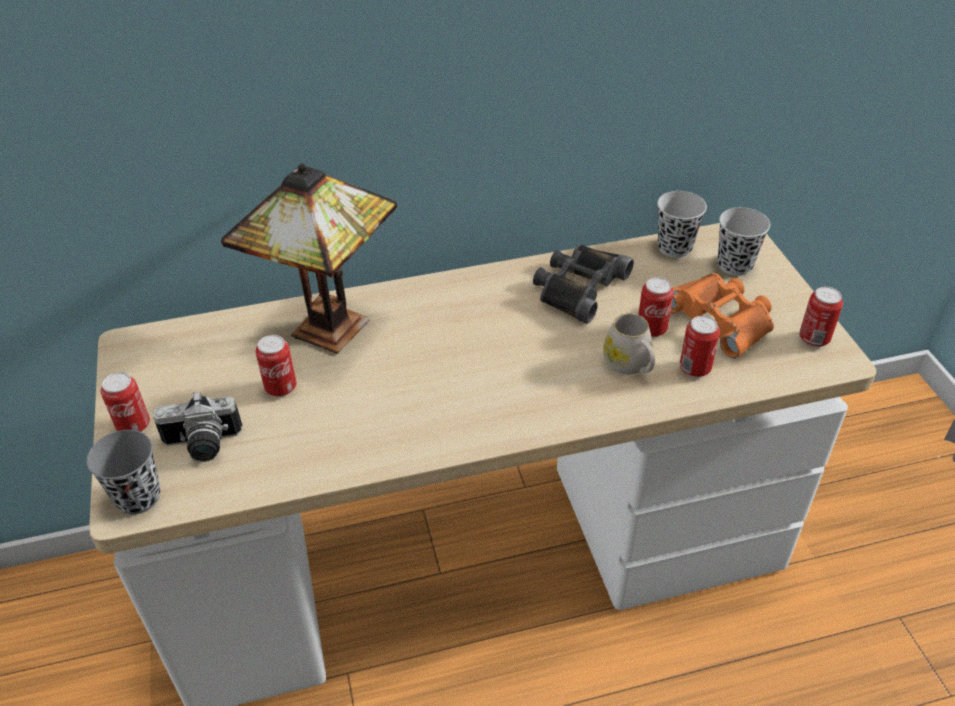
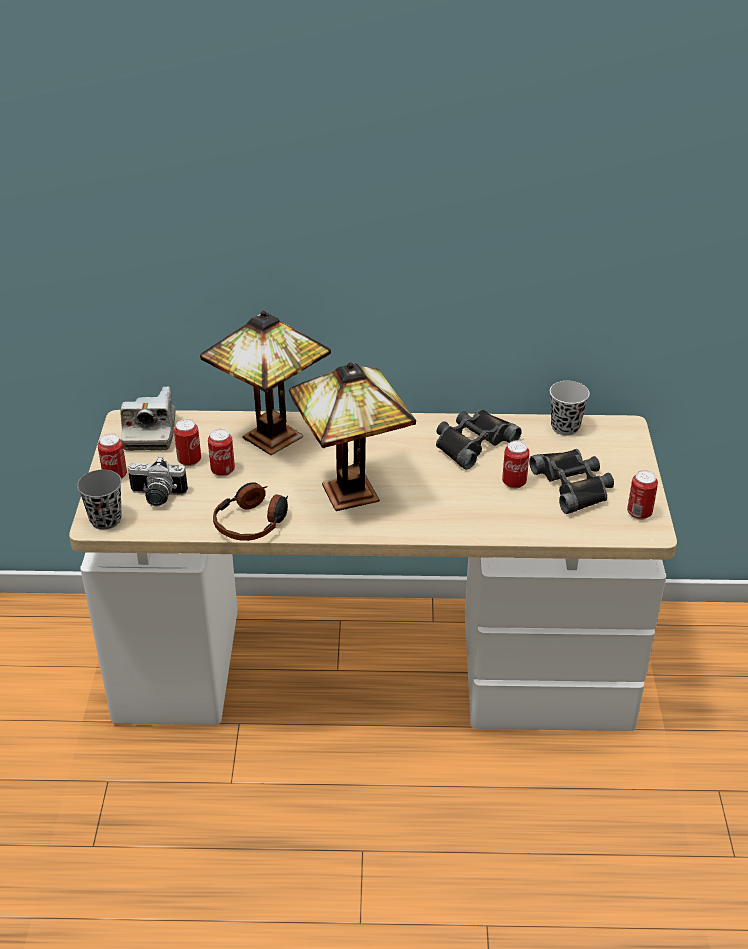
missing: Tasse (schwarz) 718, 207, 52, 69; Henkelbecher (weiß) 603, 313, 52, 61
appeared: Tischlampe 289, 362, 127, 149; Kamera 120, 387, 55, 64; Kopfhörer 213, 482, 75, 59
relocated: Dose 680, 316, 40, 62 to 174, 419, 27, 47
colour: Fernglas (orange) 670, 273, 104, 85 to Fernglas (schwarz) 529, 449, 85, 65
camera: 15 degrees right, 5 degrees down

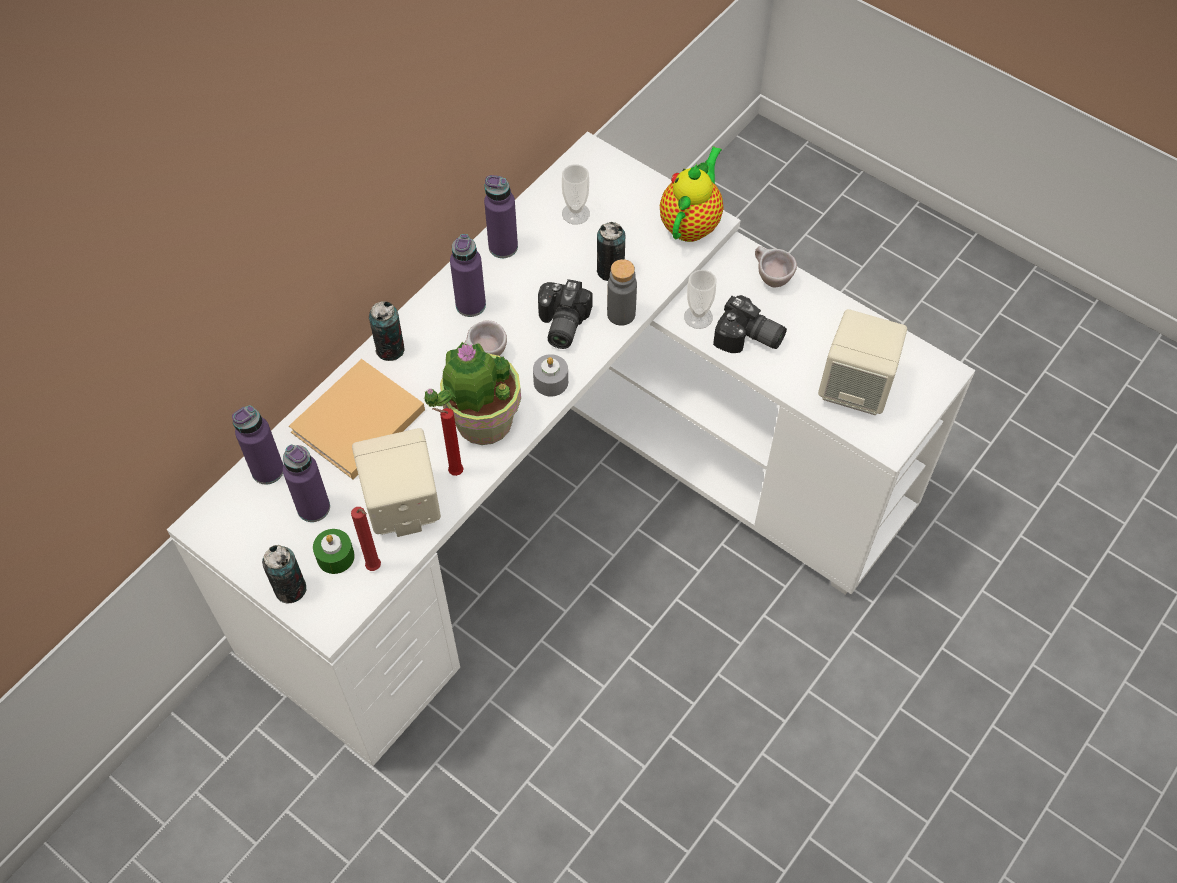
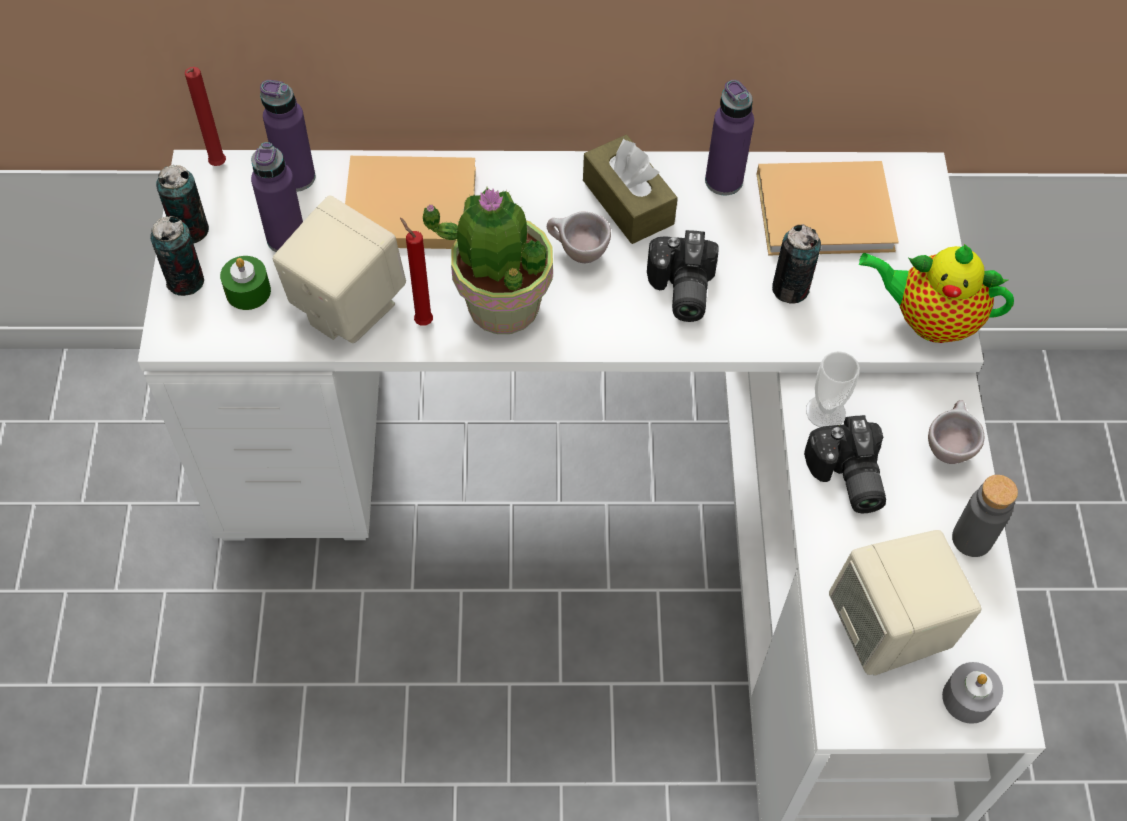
relocated: Flasche (grau) 607, 259, 30, 67 to 952, 475, 66, 82; Dose 369, 301, 36, 60 to 156, 165, 53, 79; Kerze (grau) 533, 354, 35, 42 to 942, 662, 61, 62; Kerze (rot) 351, 507, 30, 64 to 185, 67, 41, 99
exchanged: Tasse 562, 164, 28, 61 to Buch (beige) 757, 161, 142, 94; Flasche (lila) 450, 234, 36, 83 to Taschentuchbox (braun) 583, 135, 95, 109
spun: Teekanne 660, 146, 63, 96 = 859, 244, 155, 99 150 degrees counterclockwise; Kamera 538, 279, 55, 70 = 647, 230, 72, 92 60 degrees counterclockwise
camera: 50 degrees right, 0 degrees up

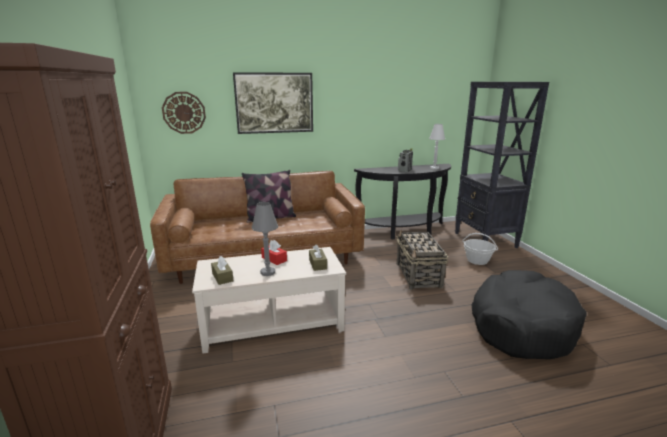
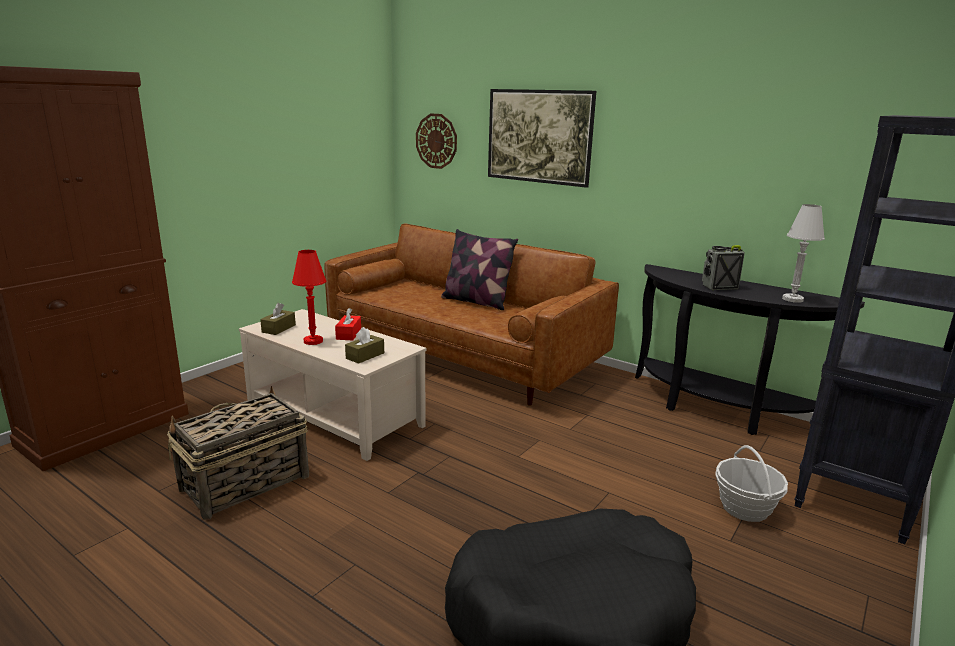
relocated: Korb 396, 230, 52, 60 to 167, 386, 142, 134
colour: Tischlampe (grau) 252, 202, 26, 74 to Tischlampe (rot) 292, 250, 34, 95
camera: 50 degrees right, 0 degrees up

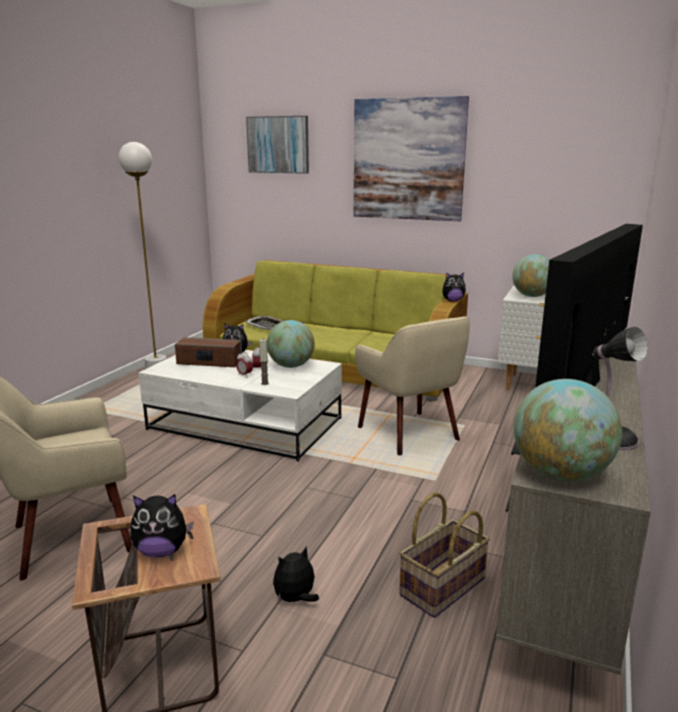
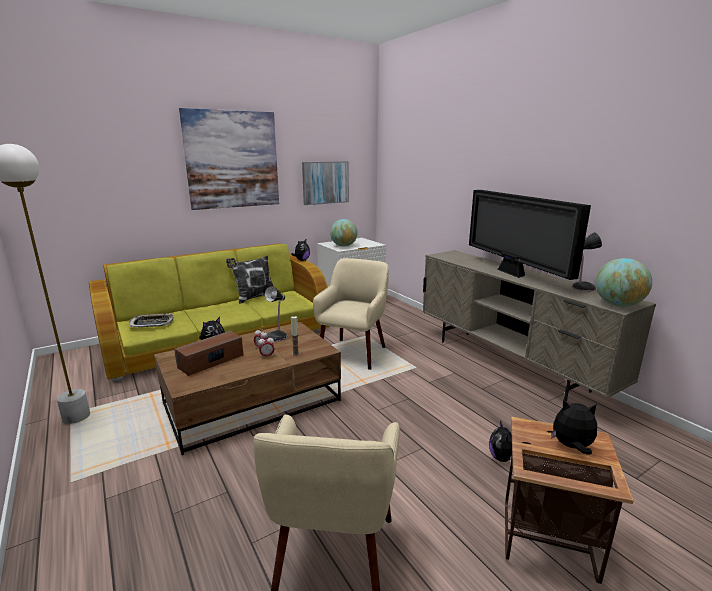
missing: Korb 399, 493, 91, 125
appeared: Kissen 226, 256, 48, 48
relocated: Bild 246, 116, 63, 58 to 302, 161, 47, 44
exchanged: Globus 267, 320, 48, 48 to Tischlampe 265, 286, 22, 56
colour: Couchtisch (weiß) 138, 350, 204, 112 to Couchtisch (braun) 154, 322, 187, 133
spun: Sessel (beige) 355, 317, 115, 138 = 313, 258, 76, 112 75 degrees counterclockwise; Plüschtier 131, 494, 63, 64 = 551, 399, 46, 56 105 degrees counterclockwise
camera: 55 degrees left, 0 degrees up

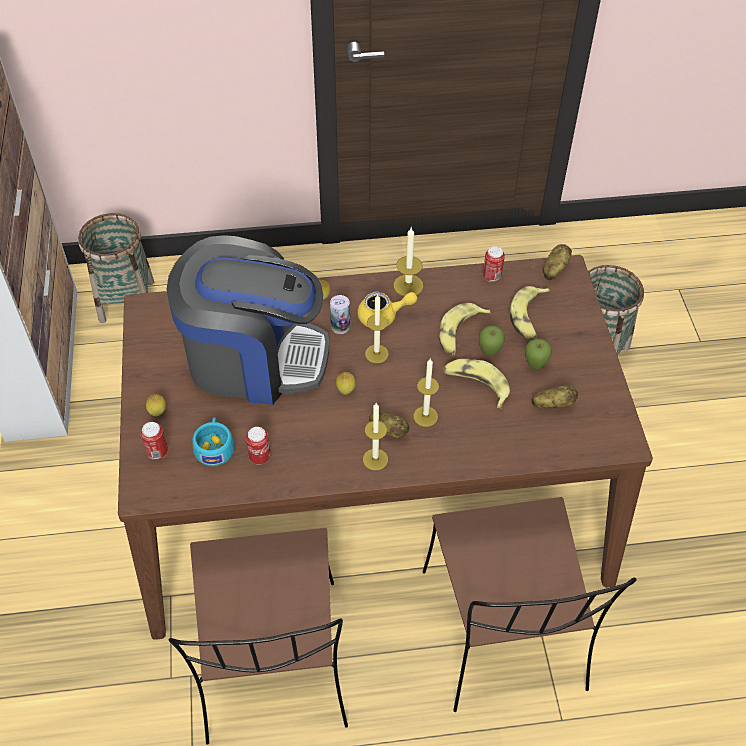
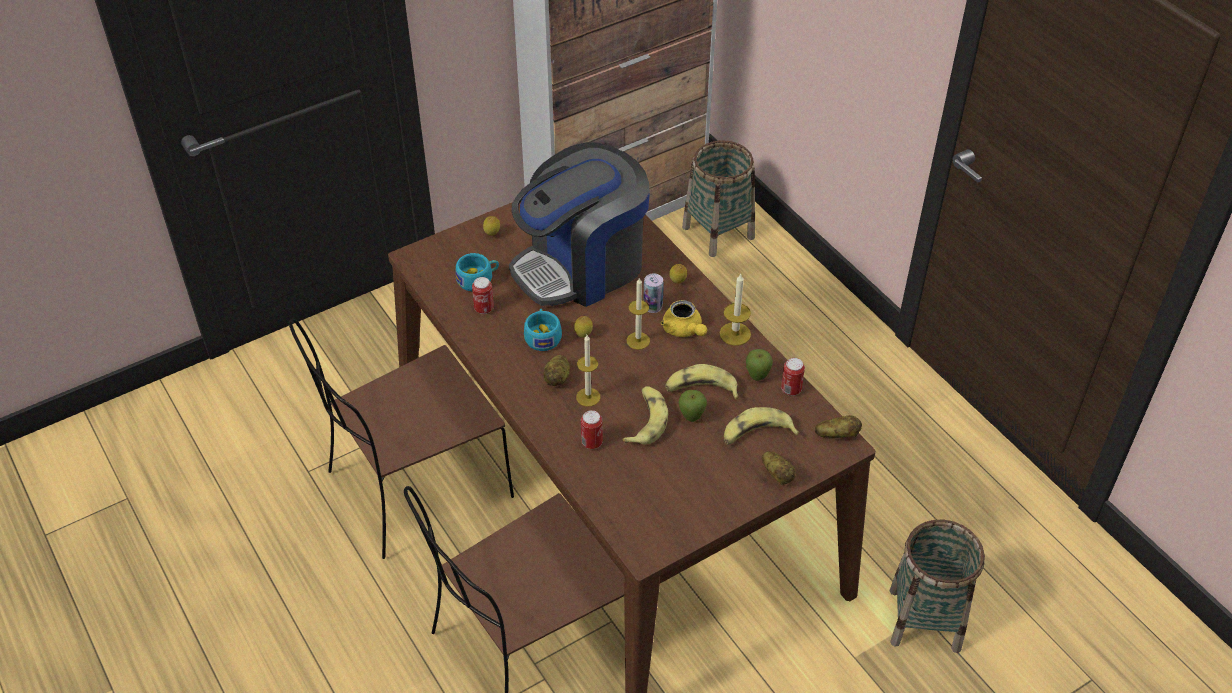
missing: Kerze 363, 403, 25, 67
appeared: Tasse (türkis) 524, 309, 38, 42
relocated: Apfel 525, 339, 27, 30 to 746, 349, 27, 32; Kartoffel 532, 385, 46, 23 to 762, 451, 34, 34; Dose 140, 422, 28, 38 to 581, 410, 22, 39
spun: Kaffeemaschine 166, 235, 163, 170 = 509, 142, 141, 165 75 degrees clockwise
camera: 65 degrees right, 5 degrees down

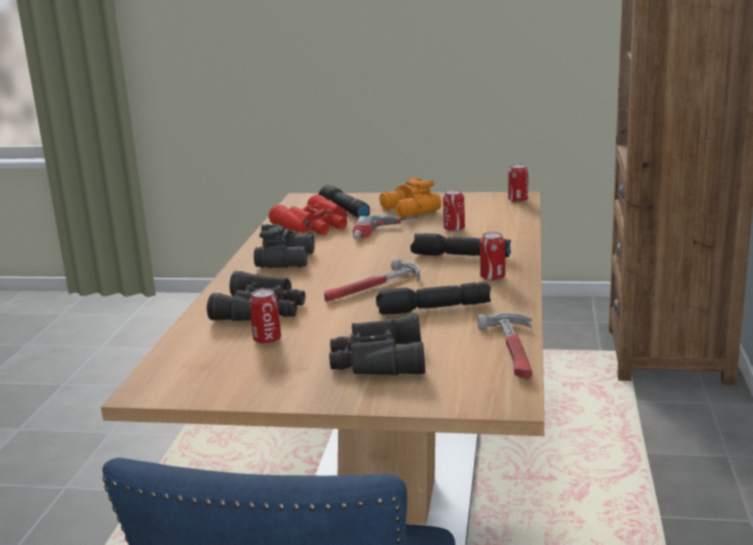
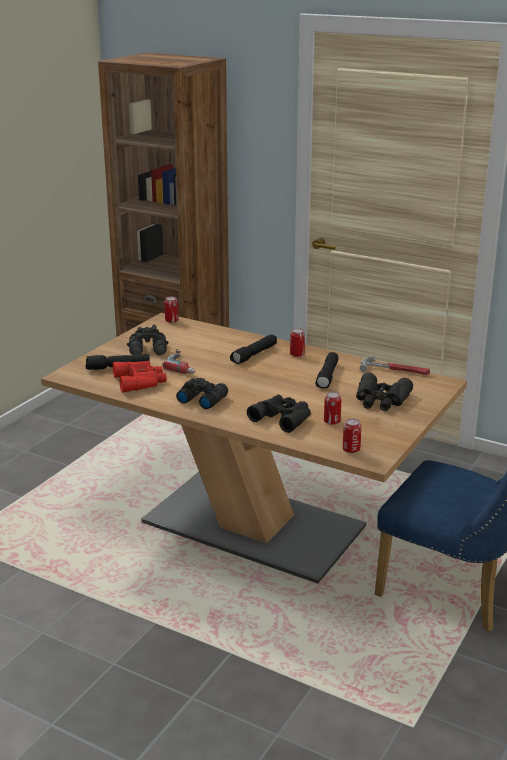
missing: Hammer 324, 258, 96, 44
relocated: Dose 443, 190, 22, 42 to 343, 418, 18, 35
colour: Fernglas (orange) 379, 177, 62, 41 to Fernglas (schwarz) 127, 325, 42, 30
camera: 70 degrees left, 5 degrees up

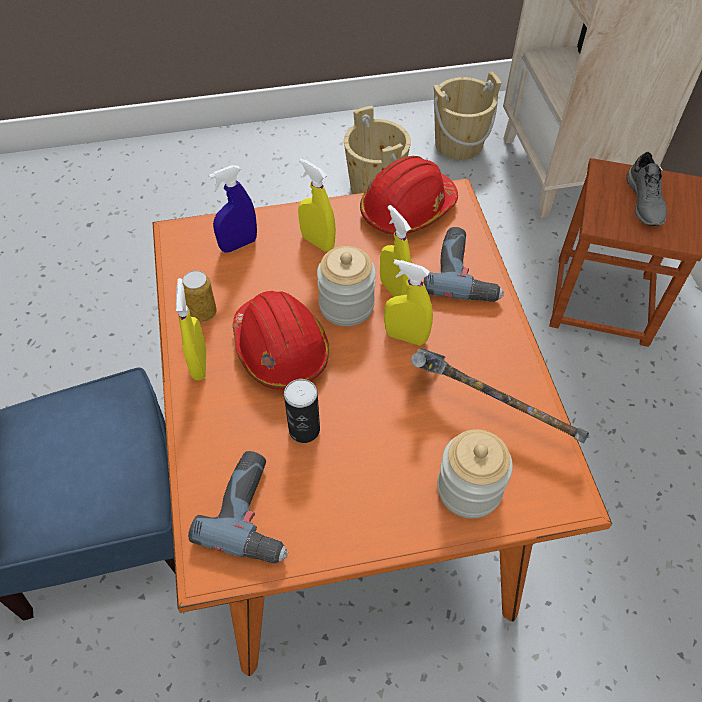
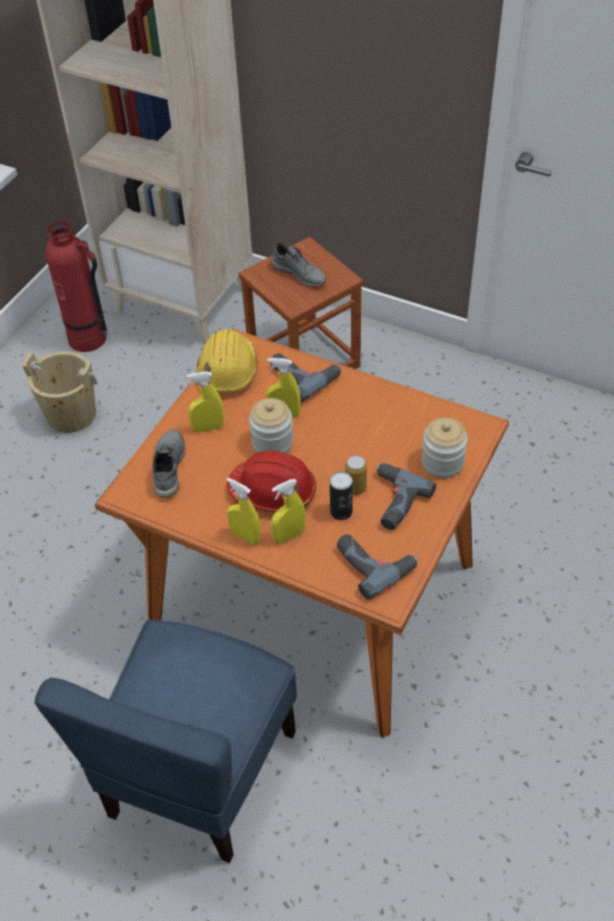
missing: Hammer 411, 348, 178, 95
appeared: Bohrmaschine 376, 463, 60, 67
relocated: Sprühflasche (gelb) 384, 259, 49, 87 to 271, 479, 34, 65; Dose 183, 271, 34, 51 to 345, 455, 22, 40
exchanged: Eimer (beige) 434, 72, 67, 88 to Feuerlöscher 46, 221, 61, 131; Sprühflasche (blau) 208, 165, 49, 87 to Schuh (grau) 152, 429, 34, 69
colour: Schutzhelm (rot) 360, 156, 98, 78 to Schutzhelm (gelb) 197, 329, 61, 64
camera: 50 degrees left, 5 degrees down

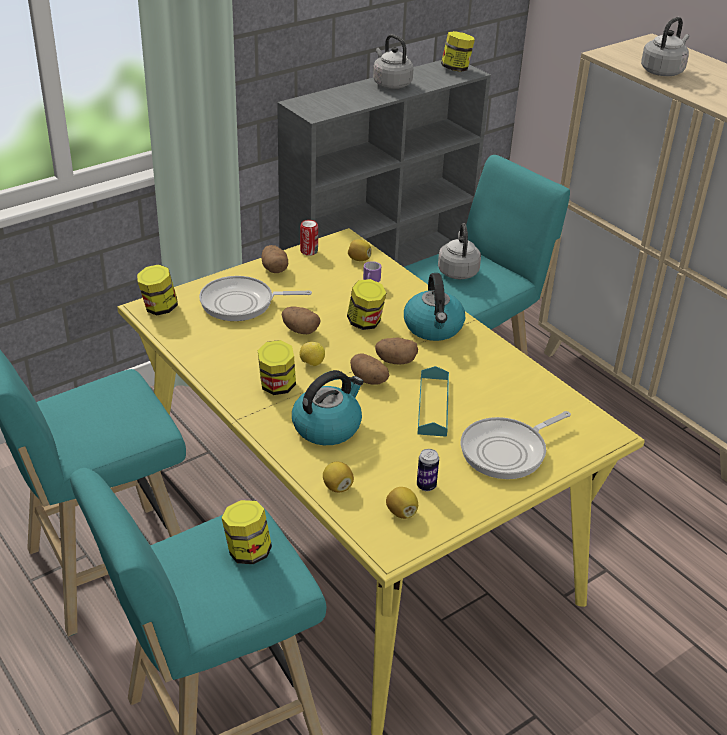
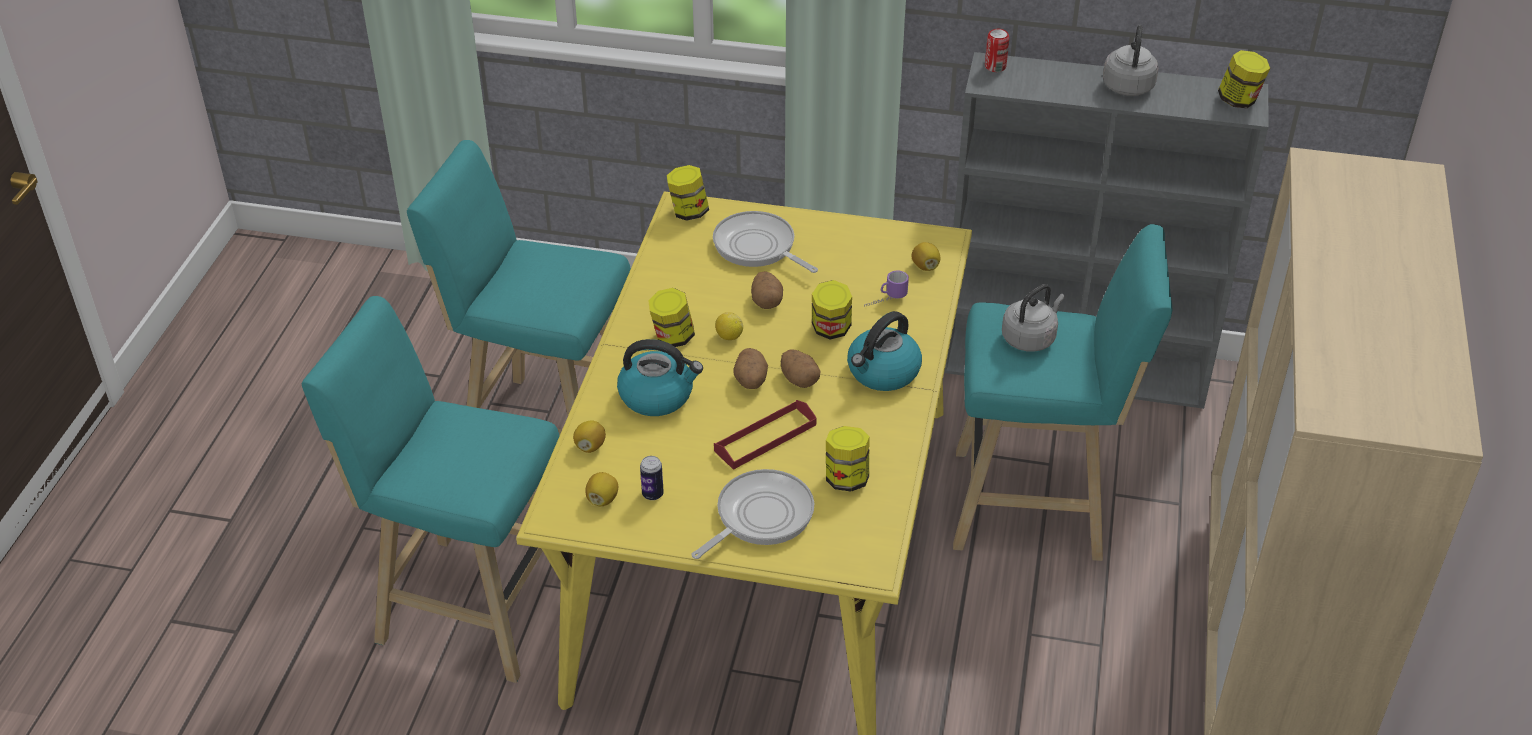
missing: Wasserkessel (grau) 641, 17, 48, 59; Kartoffel 261, 245, 27, 28
relocated: Dose 300, 220, 18, 36 to 985, 29, 24, 43; Vorratsglas 221, 500, 51, 64 to 826, 426, 44, 65
colour: Tablett (türkis) 418, 366, 31, 71 to Tablett (rot) 714, 400, 103, 70
spun: Pfanne 461, 411, 110, 68 = 691, 469, 123, 90 120 degrees clockwise
camera: 50 degrees right, 5 degrees up

